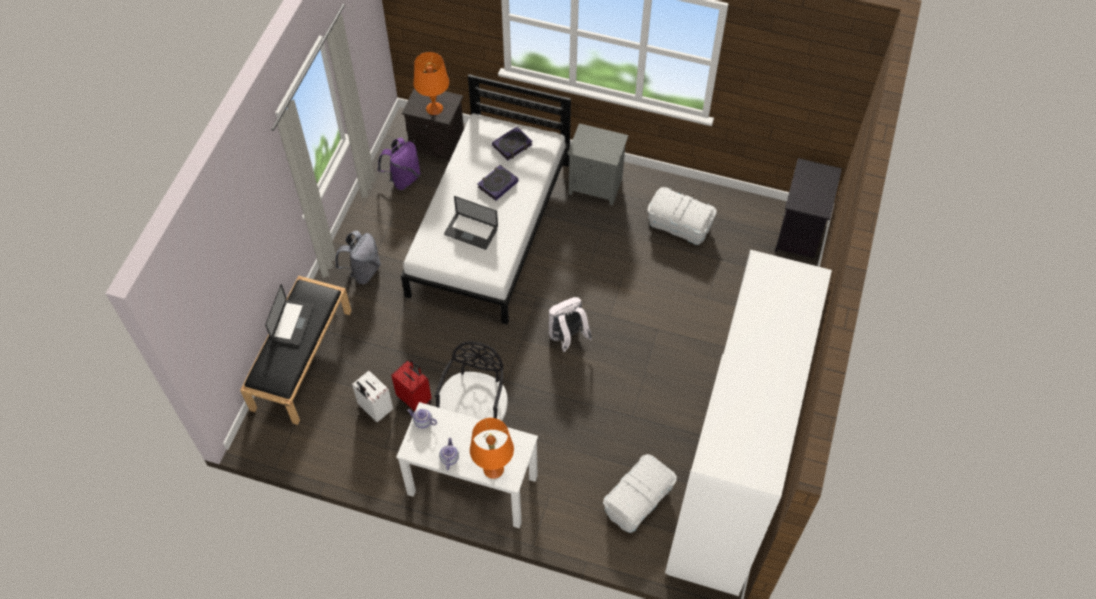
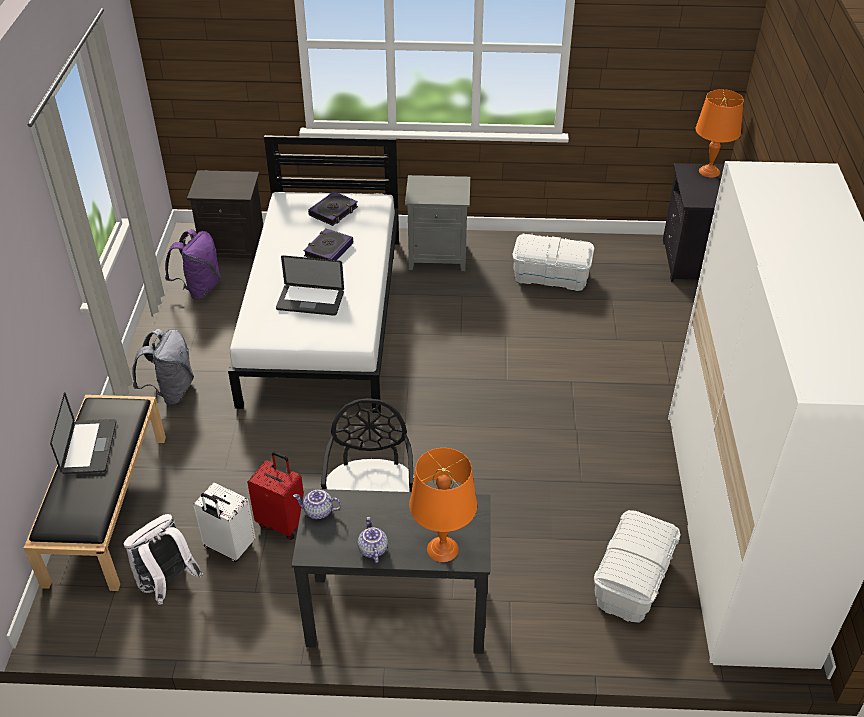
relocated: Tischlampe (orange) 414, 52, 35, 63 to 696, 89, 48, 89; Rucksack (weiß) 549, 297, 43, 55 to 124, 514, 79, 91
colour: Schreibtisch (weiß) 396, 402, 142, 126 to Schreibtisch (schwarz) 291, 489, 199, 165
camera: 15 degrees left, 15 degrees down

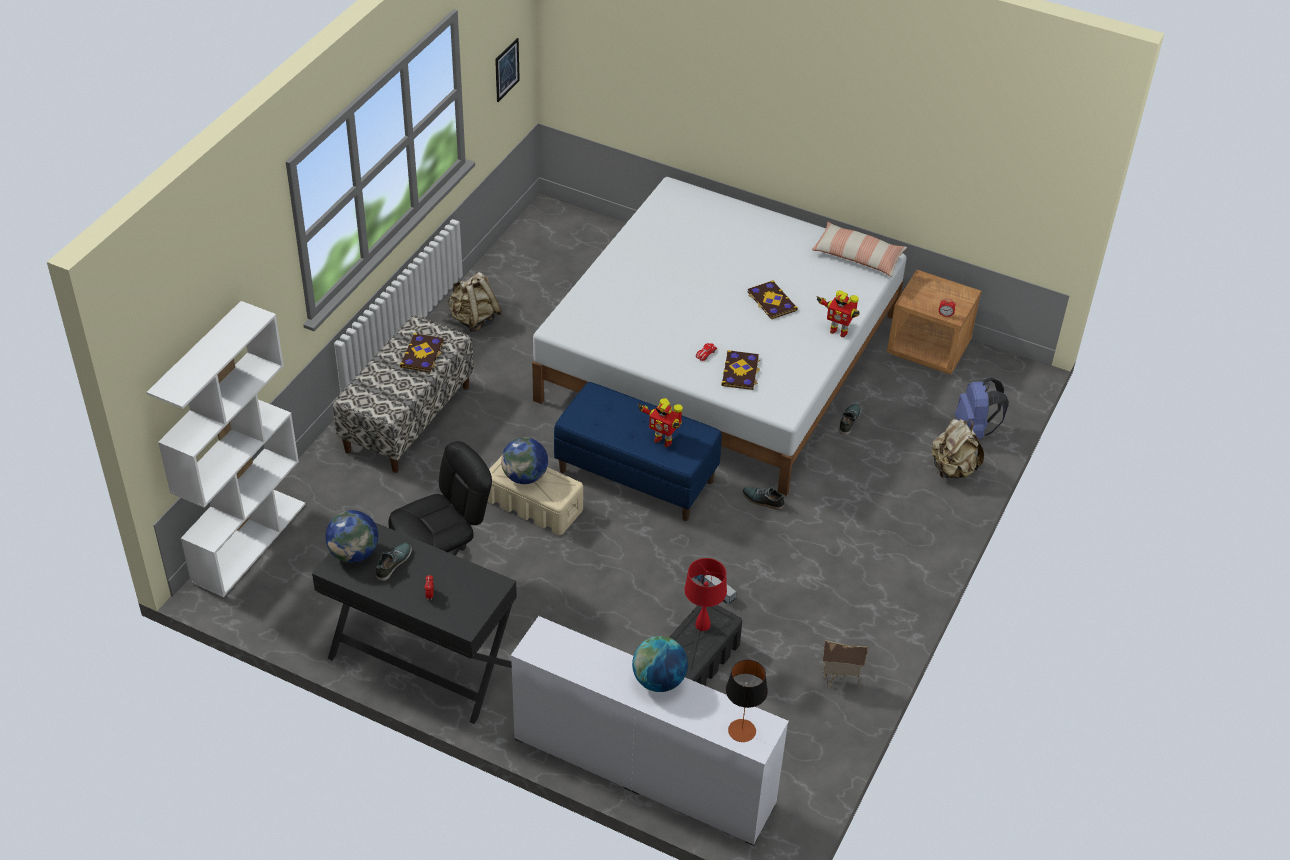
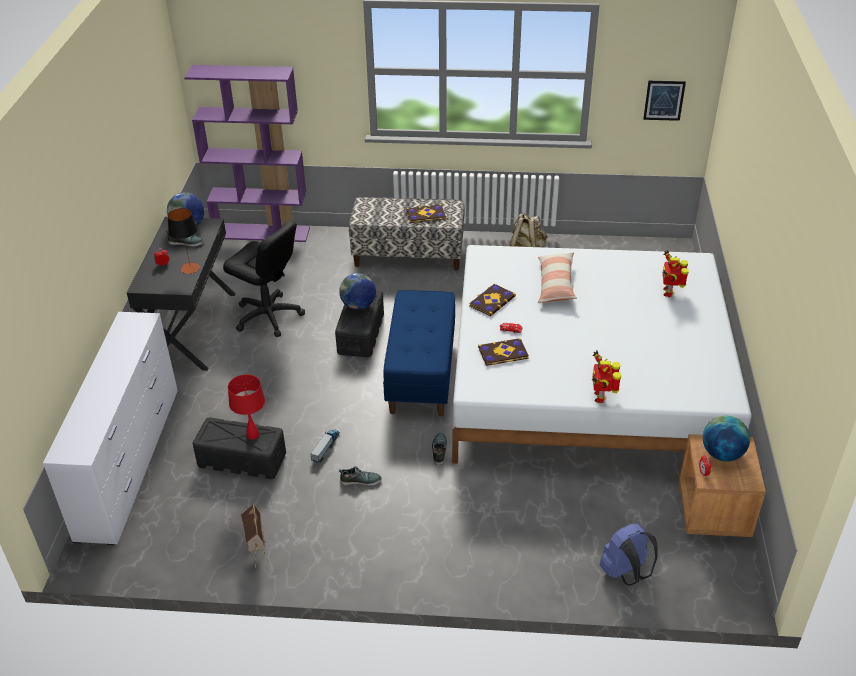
missing: Rucksack (beige) 932, 419, 52, 60
relocated: Kissen 812, 222, 95, 55 to 538, 253, 39, 50; Buch 747, 280, 51, 39 to 469, 284, 47, 32; Spielzeugroboter 638, 398, 45, 49 to 662, 250, 27, 47; Schuh 839, 404, 22, 31 to 339, 466, 43, 20; Globus 632, 636, 56, 56 to 703, 416, 47, 45; Tischlampe 726, 660, 42, 82 to 168, 208, 32, 66
colour: Bücherregal (weiß) 146, 301, 160, 296 to Bücherregal (lila) 184, 65, 126, 177; Aufbewahrungsbox (beige) 488, 456, 95, 79 to Aufbewahrungsbox (schwarz) 335, 290, 49, 67
camera: 70 degrees right, 5 degrees down

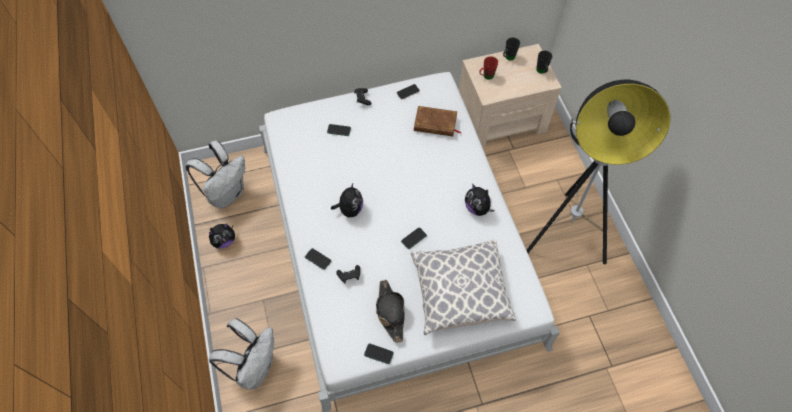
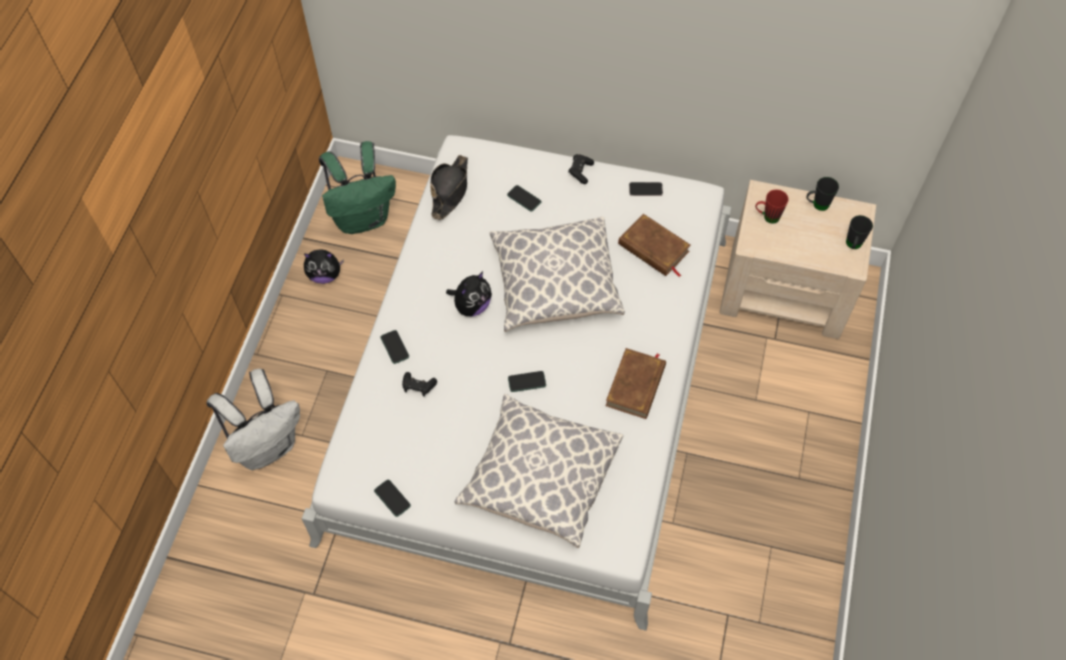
missing: Stehlampe 527, 80, 144, 184
appeared: Kissen 490, 217, 135, 115
relocated: Hut (schwarz) 376, 280, 29, 62 to 430, 155, 38, 65
exchanged: Plüschtier 465, 184, 30, 32 to Buch (braun) 606, 348, 60, 71
colour: Rucksack (weiß) 185, 140, 60, 69 to Rucksack (grün) 319, 141, 77, 93
camera: 30 degrees right, 0 degrees up

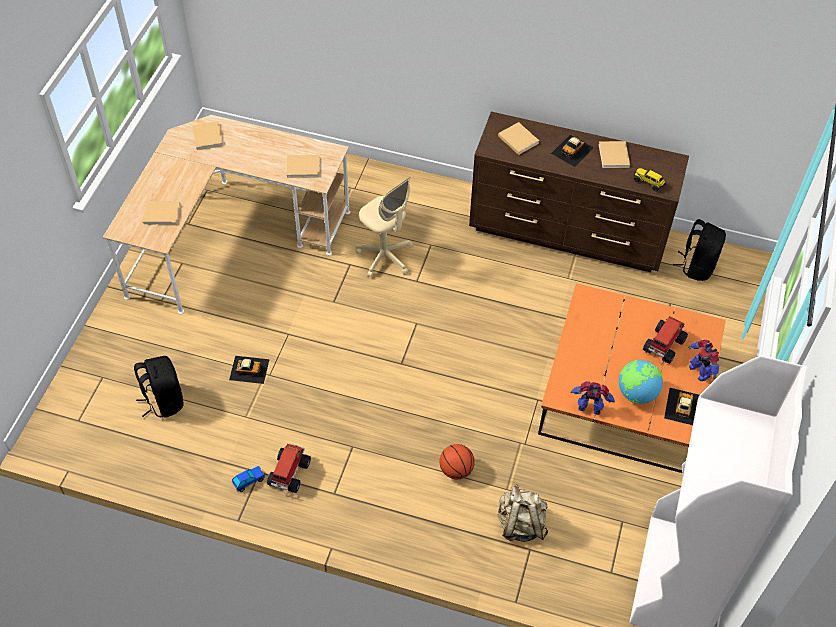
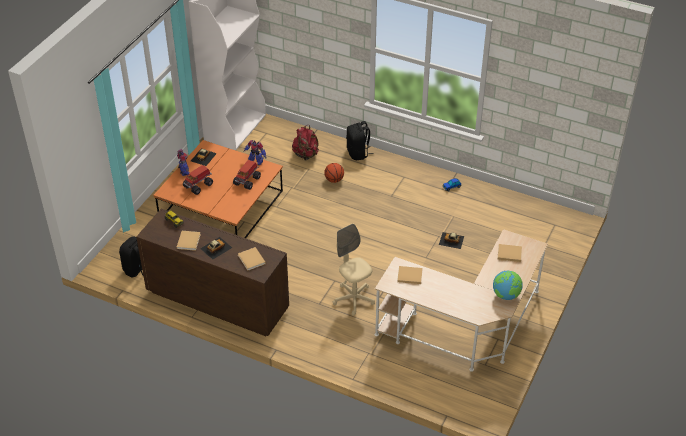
missing: Buch (beige) 192, 121, 31, 29
relocated: Rucksack (schwarz) 134, 356, 50, 62 to 346, 121, 28, 39; Globus 619, 360, 44, 44 to 493, 271, 30, 29; Spielzeuglaster 267, 443, 44, 50 to 233, 160, 28, 30
colour: Rucksack (beige) 498, 484, 50, 58 to Rucksack (rot) 292, 125, 27, 35
camera: 170 degrees left, 10 degrees down

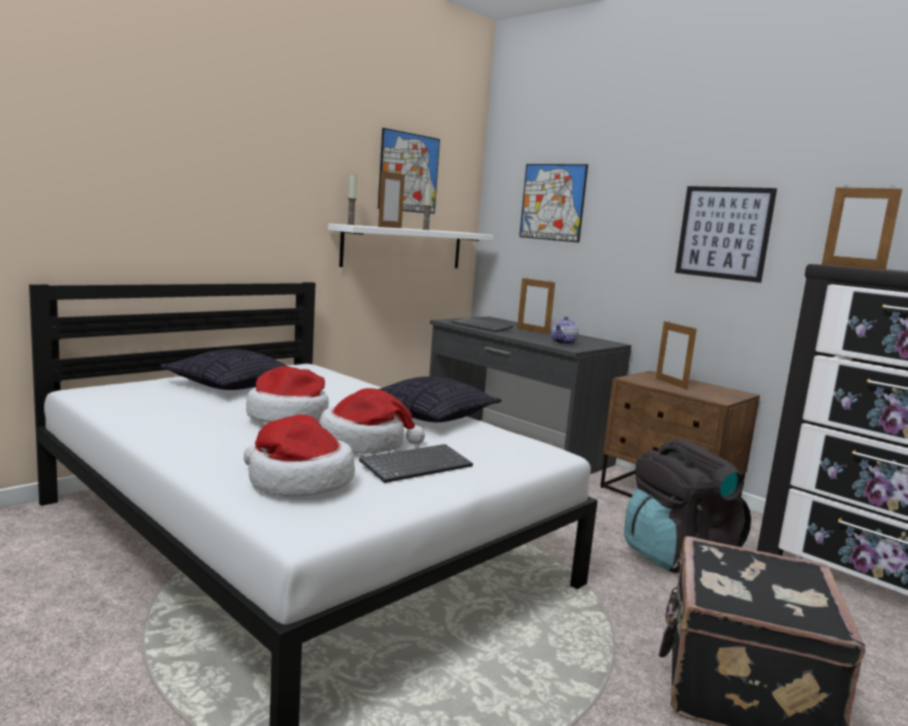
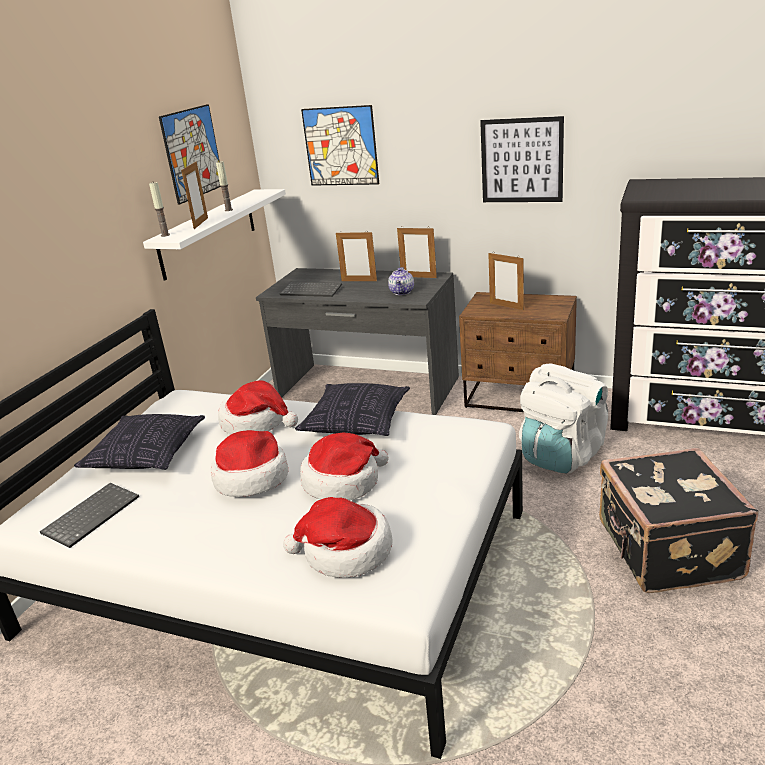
appeared: Hut 218, 380, 80, 55
relocated: Bilderrahmen 822, 186, 80, 84 to 397, 227, 40, 51; Tastatur 359, 444, 114, 39 to 40, 483, 99, 65
colour: Rucksack (schwarz) 624, 439, 127, 134 to Rucksack (weiß) 519, 363, 89, 110
camera: 20 degrees left, 15 degrees up

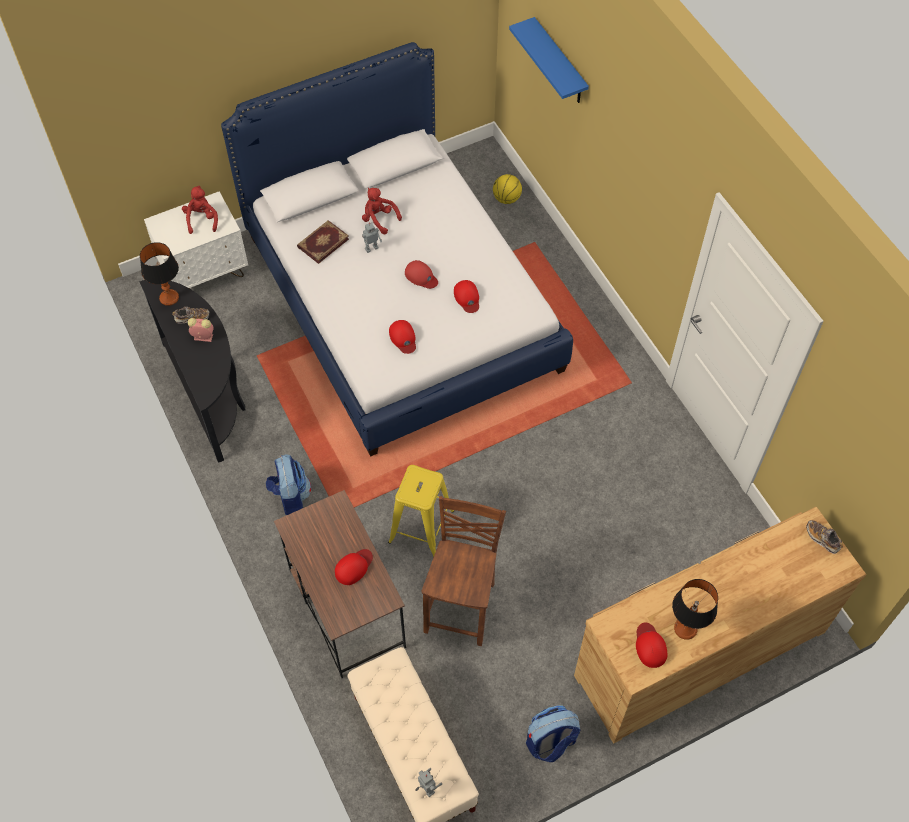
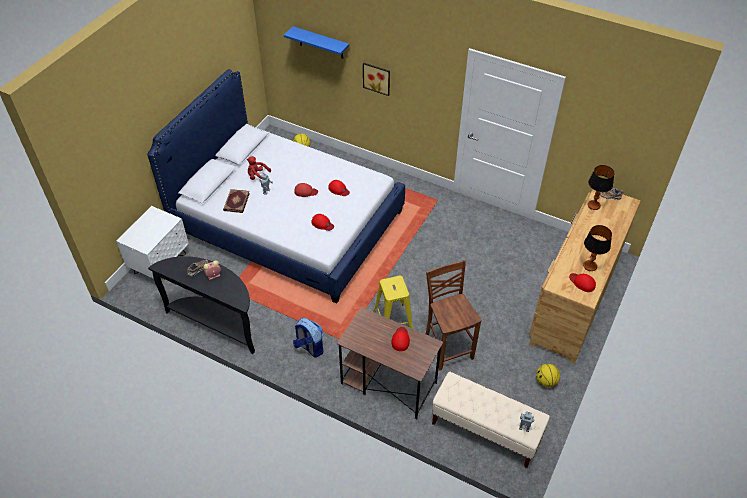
missing: Plüschtier (rot) 182, 186, 36, 48
appeared: Bild 363, 63, 27, 33
relocated: Tischlampe 140, 242, 39, 64 to 588, 165, 26, 45
exchanged: Rucksack 526, 705, 54, 57 to Basketball 536, 364, 24, 23
camera: 35 degrees left, 10 degrees down

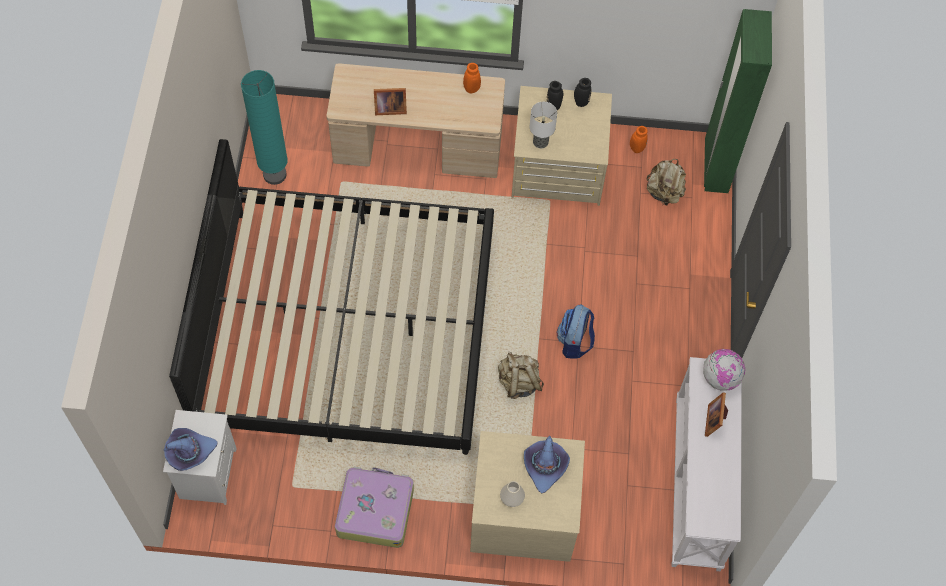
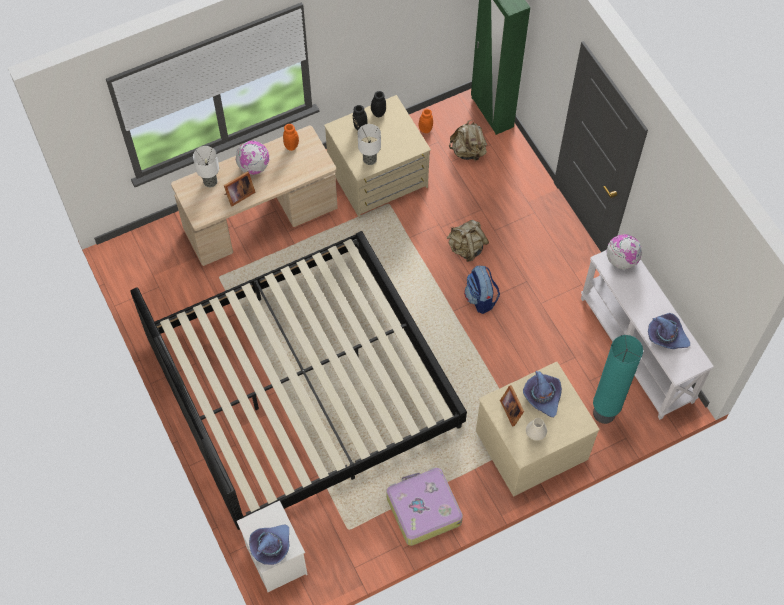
appeared: Globus 236, 141, 33, 34; Tischlampe 193, 146, 26, 41; Hut (lila) 648, 313, 42, 36
relocated: Stehlampe (türkis) 241, 70, 47, 115 to 593, 335, 50, 89; Rucksack (beige) 498, 352, 46, 47 to 447, 220, 42, 42; Bilderrahmen 705, 392, 23, 45 to 500, 385, 24, 42
camera: 30 degrees left, 0 degrees up

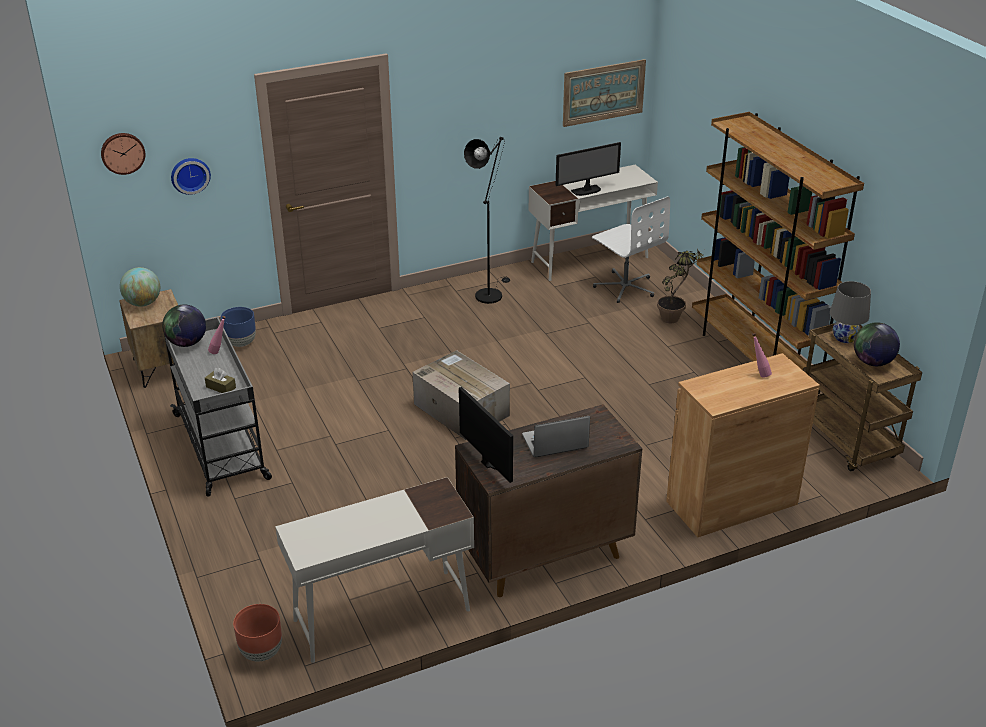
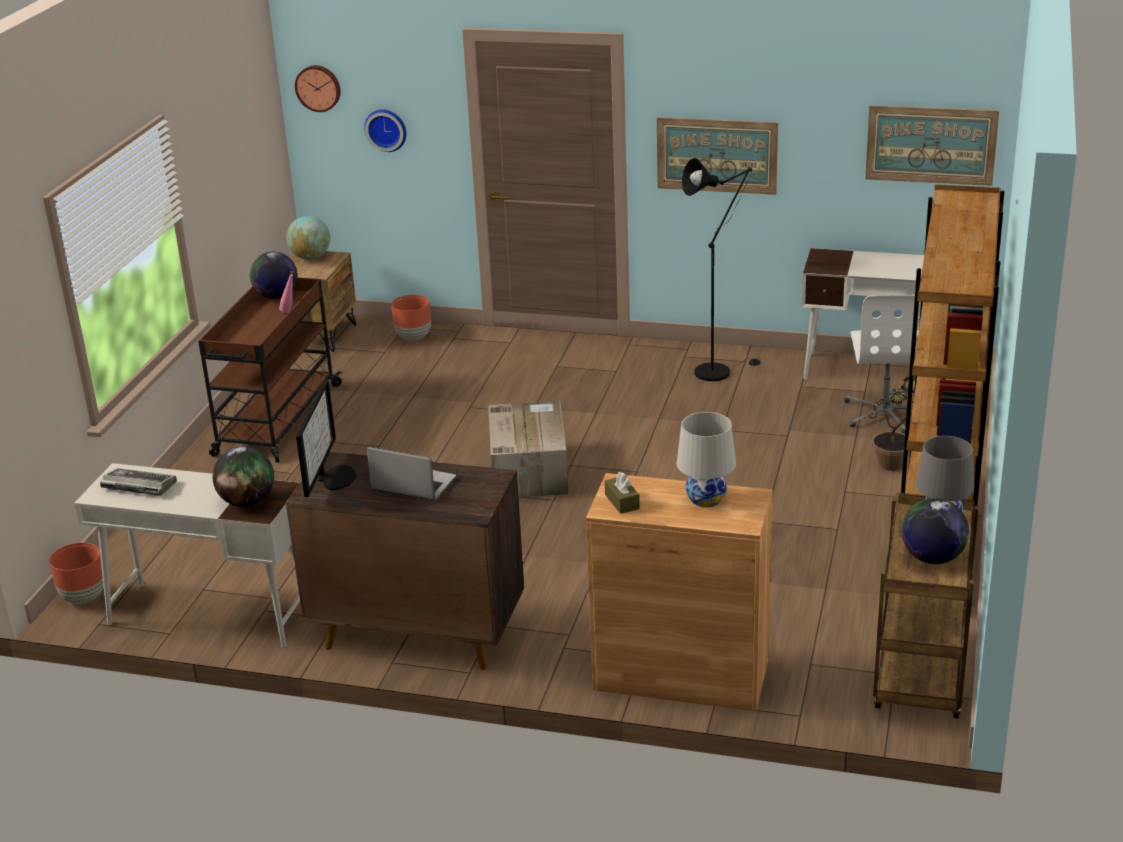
missing: Monitor 556, 142, 65, 54
appeared: Bild 657, 117, 121, 78; Globus 212, 446, 62, 61; Tastatur 100, 468, 77, 28
relocated: Taschentuchbox (braun) 205, 368, 31, 25 to 605, 472, 35, 42
exchanged: Flasche (rosa) 752, 333, 20, 44 to Tischlampe (weiß) 677, 412, 59, 95
colour: Pflanzkübel (blau) 221, 307, 35, 40 to Pflanzkübel (braun) 391, 295, 40, 46; Rollwagen (grau) 164, 317, 108, 179 to Rollwagen (braun) 198, 278, 144, 185
camera: 40 degrees right, 5 degrees down

